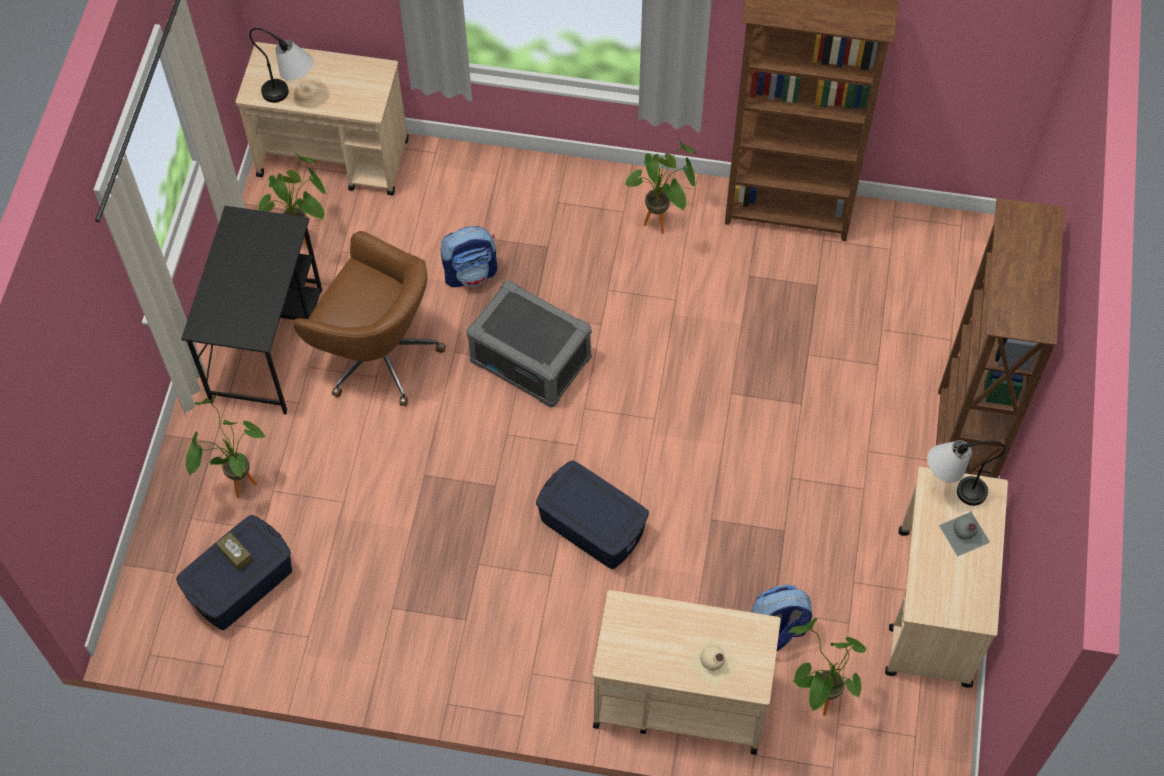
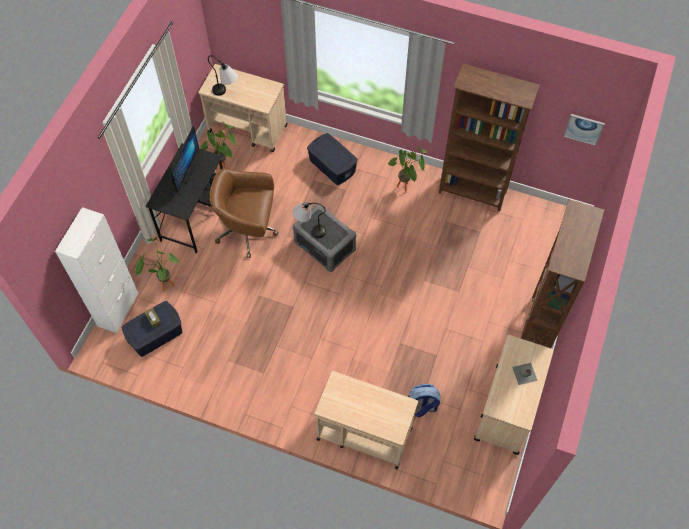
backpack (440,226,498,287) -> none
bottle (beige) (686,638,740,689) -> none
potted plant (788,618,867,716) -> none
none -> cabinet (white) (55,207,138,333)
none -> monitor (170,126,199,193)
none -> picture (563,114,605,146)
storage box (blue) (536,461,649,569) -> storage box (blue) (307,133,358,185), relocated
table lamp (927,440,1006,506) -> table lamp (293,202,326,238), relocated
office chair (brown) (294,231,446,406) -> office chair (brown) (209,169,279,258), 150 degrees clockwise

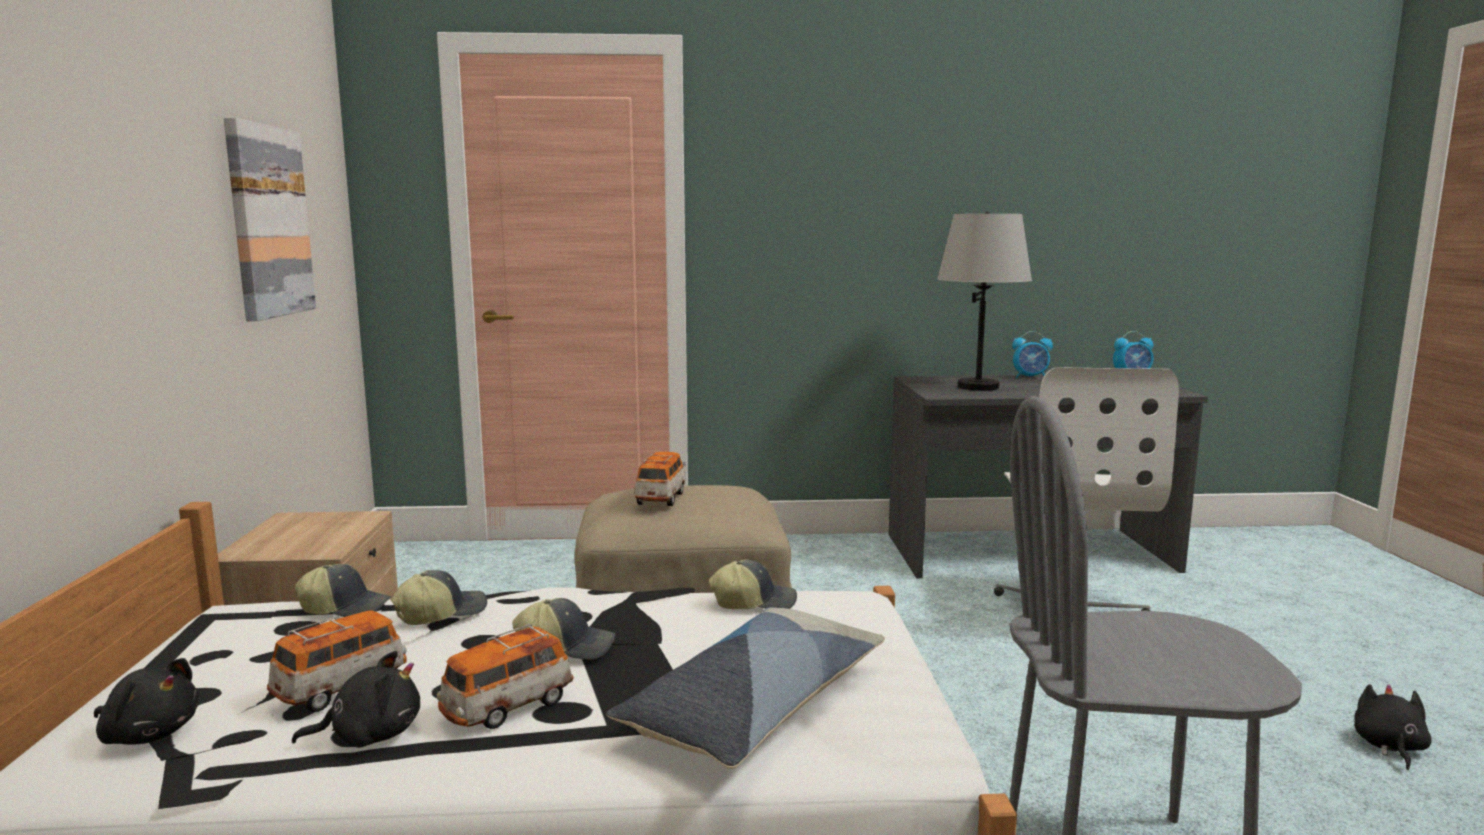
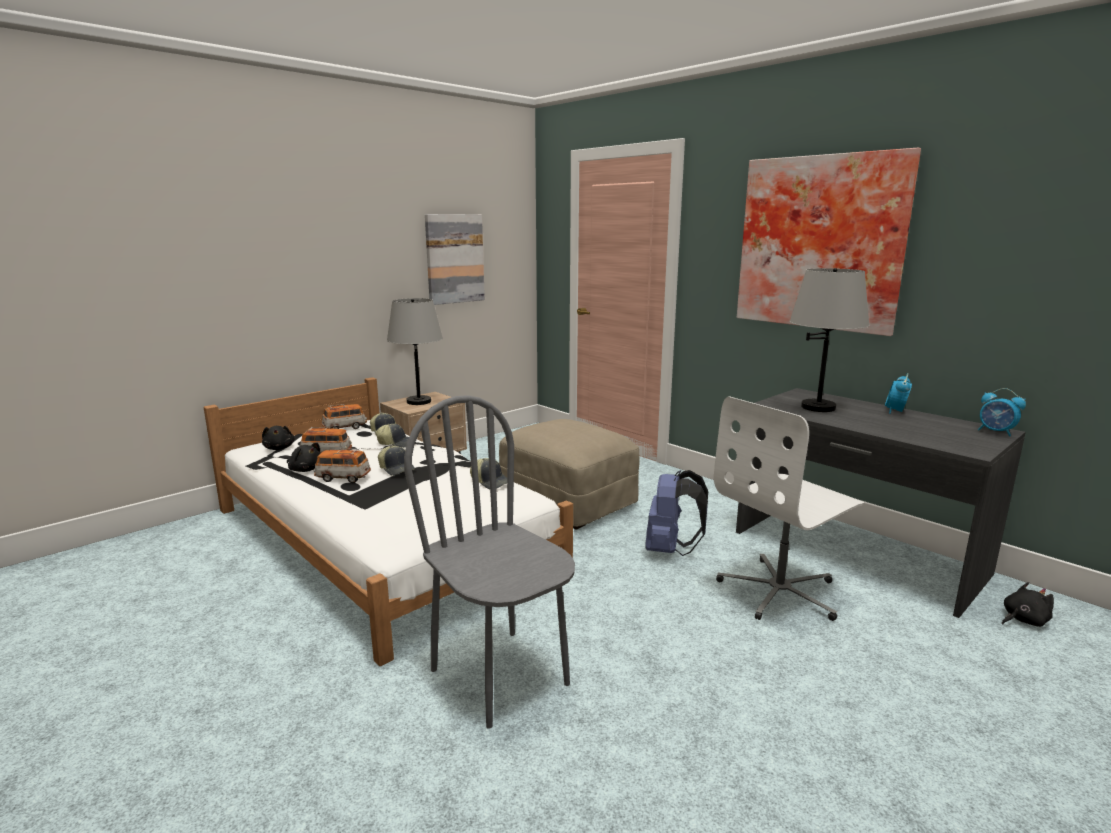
pillow (606,607,885,769) -> none
none -> table lamp (grey) (387,298,443,405)
none -> backpack (blue) (645,470,708,556)
none -> picture (737,148,921,336)
toy car (634,452,686,506) -> toy car (321,404,367,429), relocated
plush toy (black) (1354,684,1432,770) -> plush toy (black) (1002,582,1054,627), relocated
alarm clock (1012,331,1053,378) -> alarm clock (885,373,912,414), 60 degrees clockwise

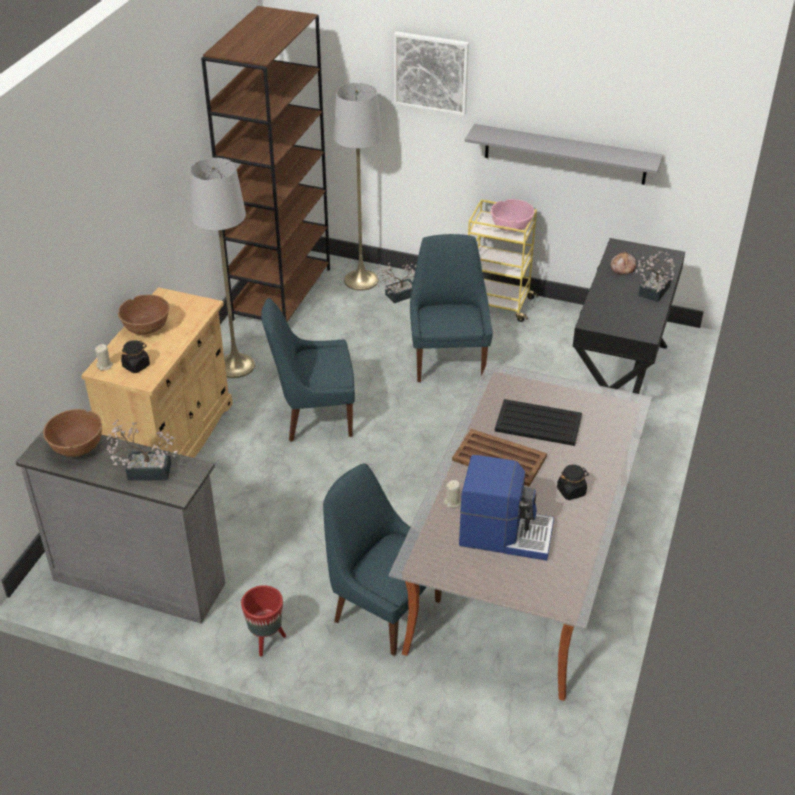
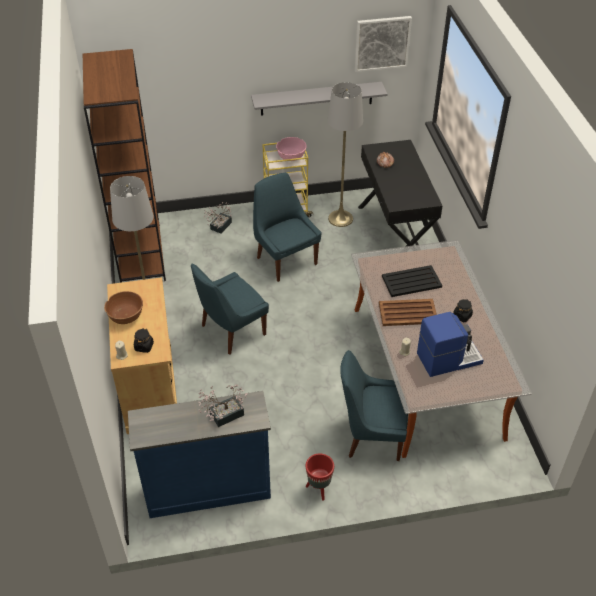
bowl (brown) (43,409,102,457) -> none
potted plant (635,251,675,302) -> none
floor lamp (grey) (333,83,382,291) -> floor lamp (grey) (327,82,363,227), relocated
picture (394,32,469,116) -> picture (355,16,412,72), relocated
dresser (grey) (16,431,225,624) -> dresser (blue) (128,391,271,518)

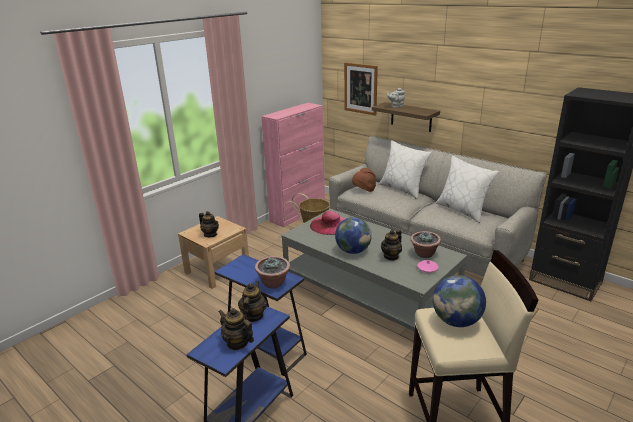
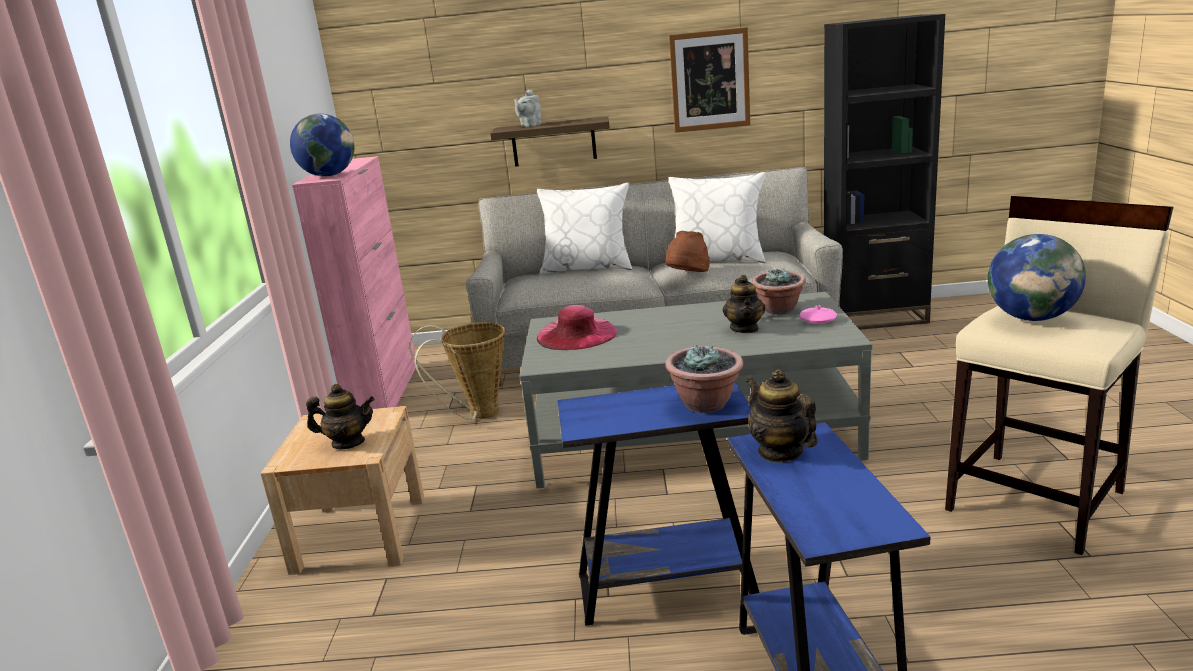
teapot (218,308,254,350) -> none
globe (335,217,372,254) -> globe (290,114,354,176), relocated
picture (344,62,378,116) -> picture (669,27,750,133), relocated
hat (brown) (352,168,376,192) -> hat (brown) (666,231,710,272), relocated

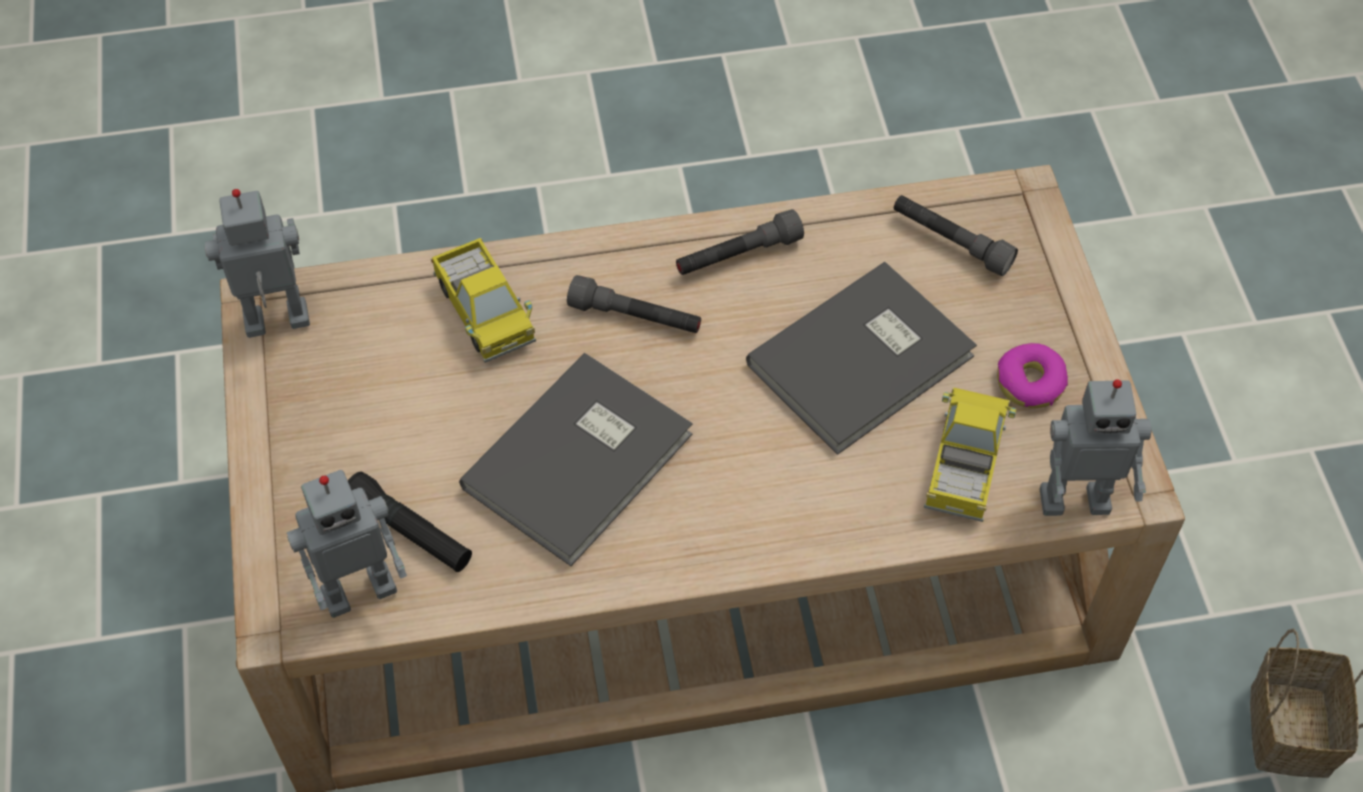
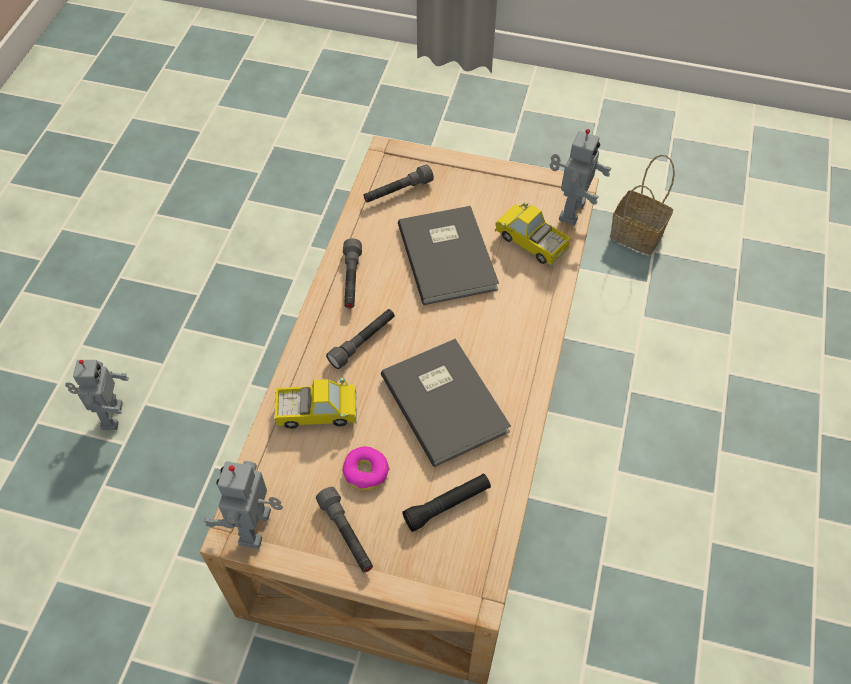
none -> flashlight (grey) (316,487,373,573)
toy robot (287,470,407,618) -> toy robot (65,360,129,430), relocated
donut (997,343,1068,408) -> donut (342,446,389,491), relocated

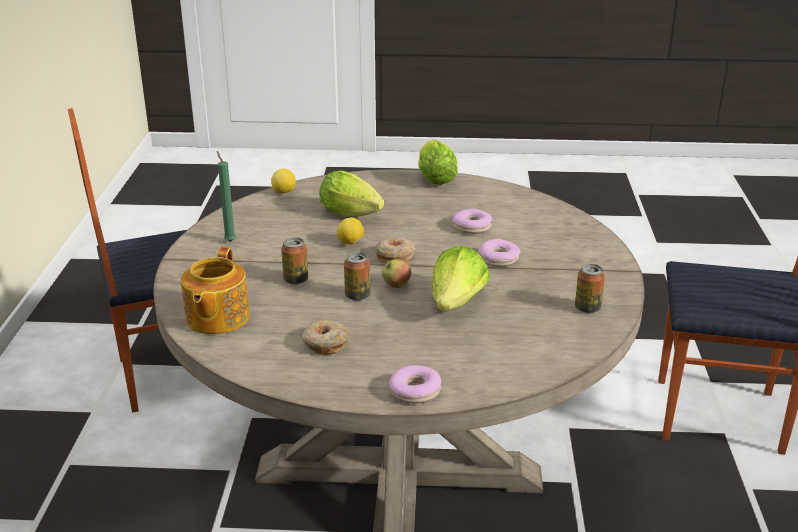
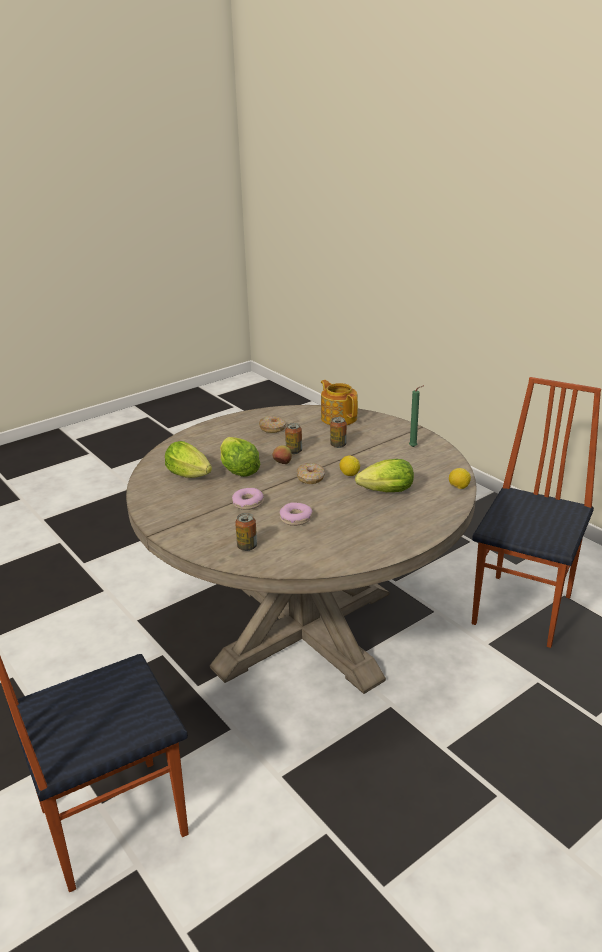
donut (389,365,441,404) -> none
lettuce (418,140,458,185) -> lettuce (165,441,212,478), relocated
can (575,264,605,313) -> can (235,513,257,551), relocated

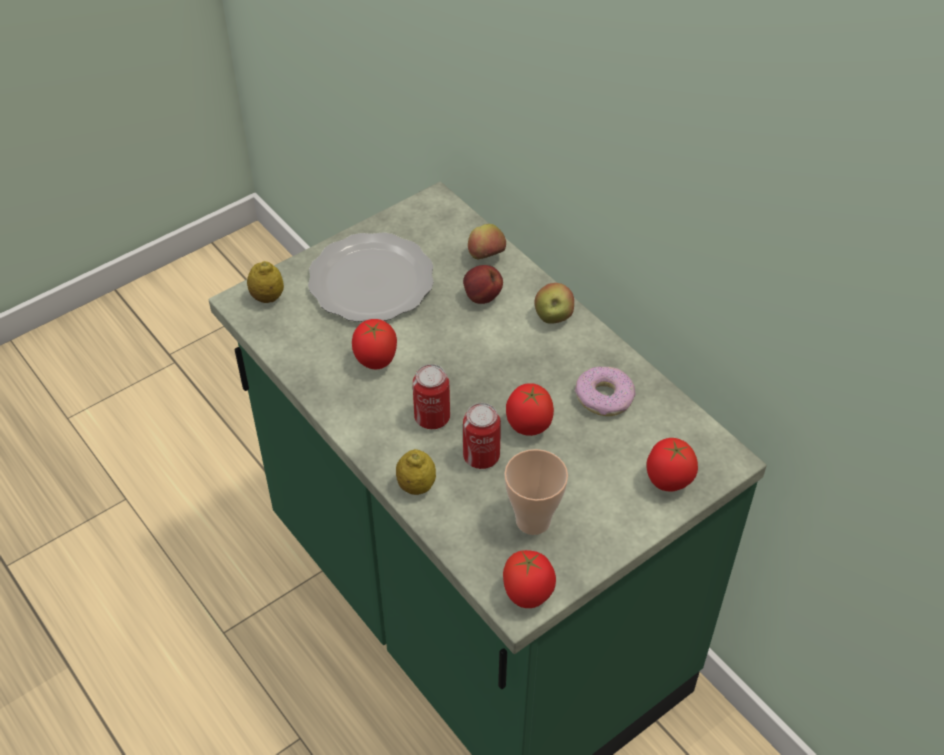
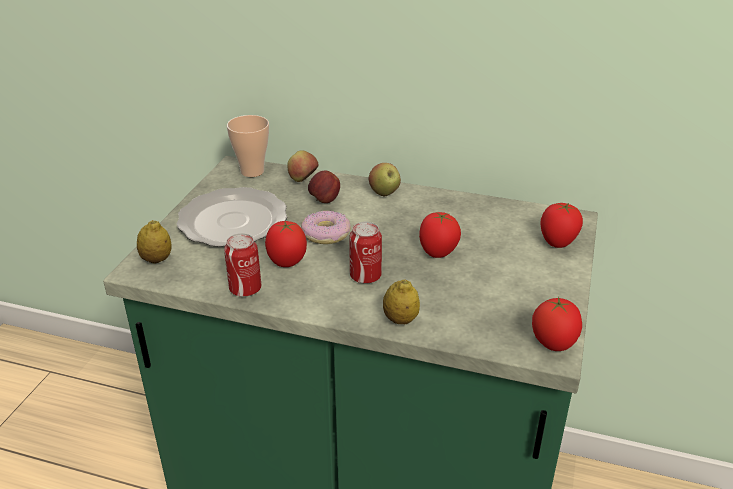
can (463,403,501,469) -> can (224,233,261,297), relocated
cup (504,449,568,535) -> cup (227,115,269,177), relocated
donut (575,367,635,416) -> donut (301,211,351,244), relocated

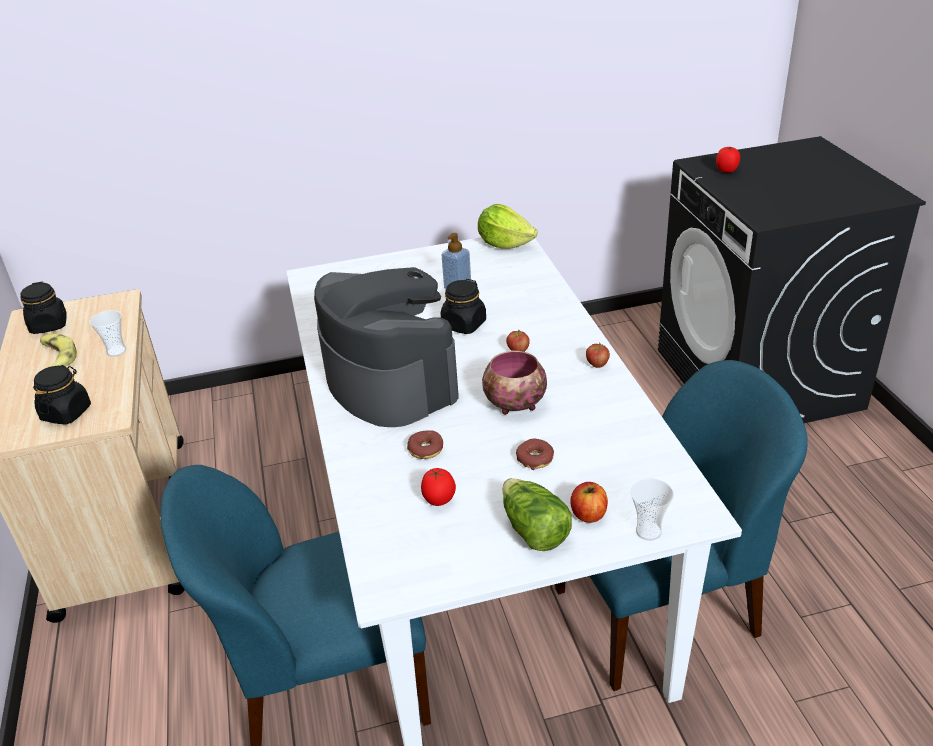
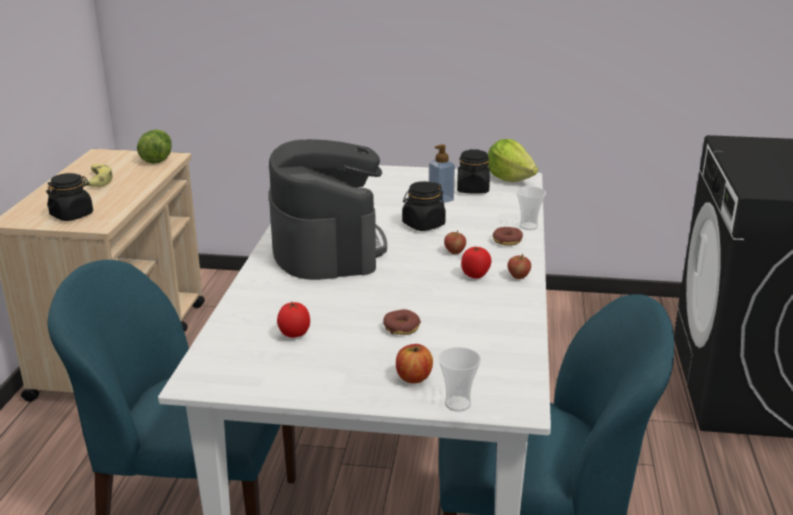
bowl (482,351,547,415) -> none
jar (black) (20,282,66,334) -> jar (black) (457,149,490,194), relocated
cup (90,310,126,356) -> cup (516,186,546,230), relocated
donut (407,430,443,459) -> donut (492,227,523,246), relocated
lettuce (503,478,572,551) -> lettuce (137,130,172,164), relocated
tomato (716,147,740,173) -> tomato (461,247,492,278), relocated

